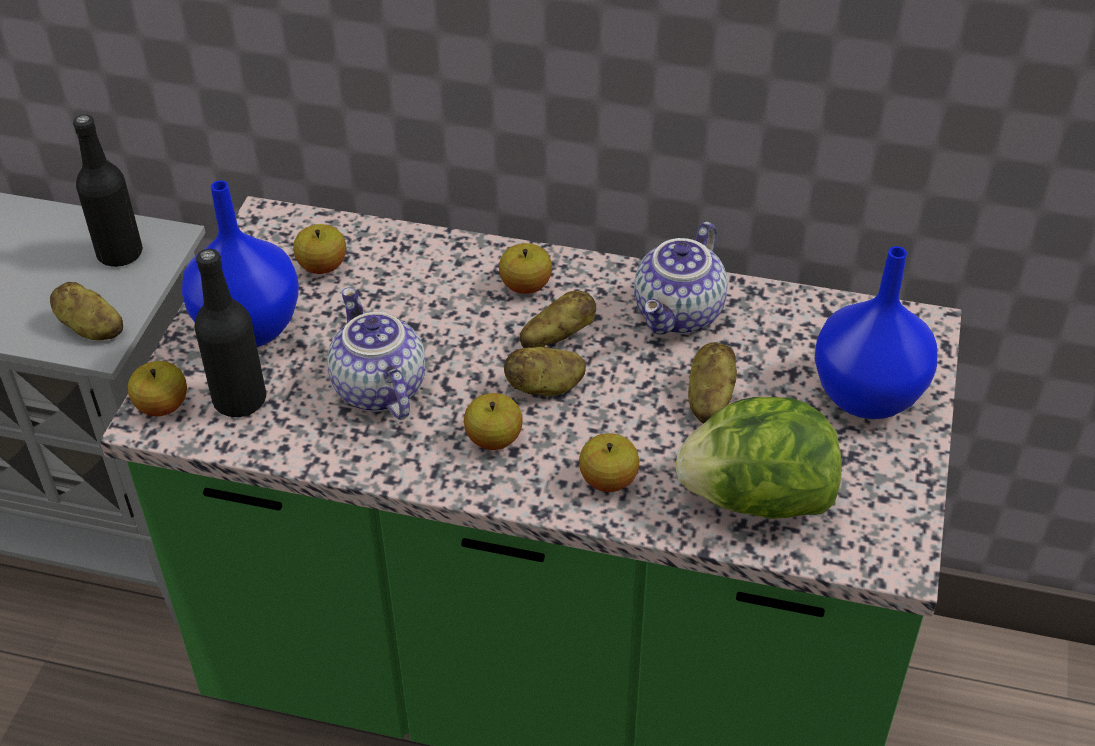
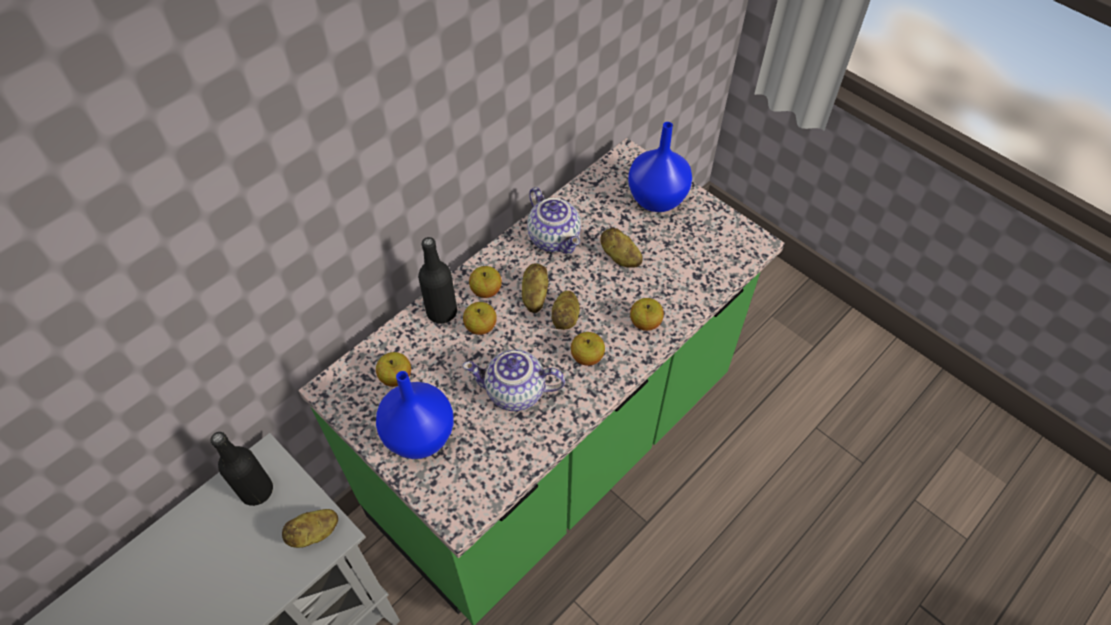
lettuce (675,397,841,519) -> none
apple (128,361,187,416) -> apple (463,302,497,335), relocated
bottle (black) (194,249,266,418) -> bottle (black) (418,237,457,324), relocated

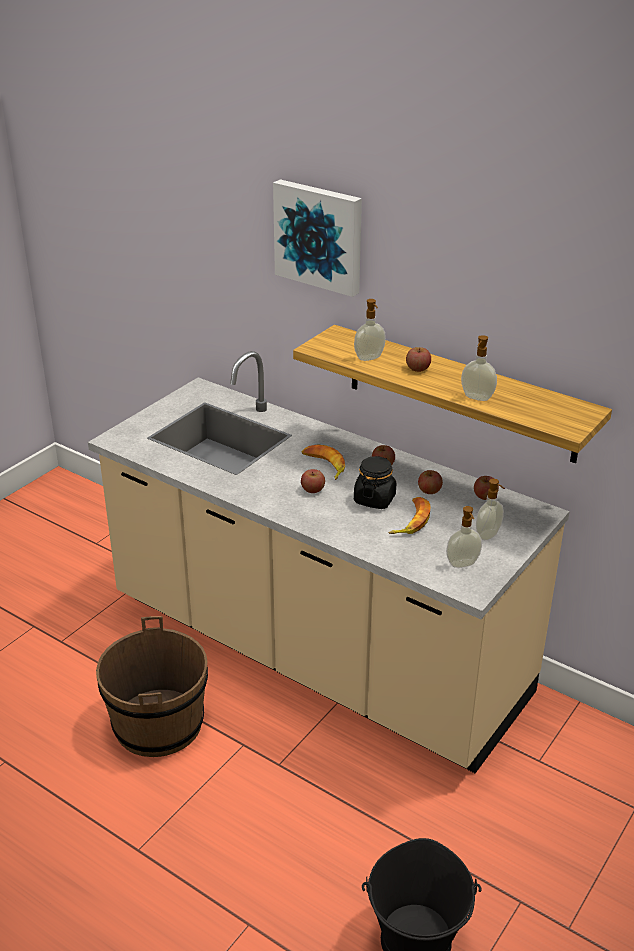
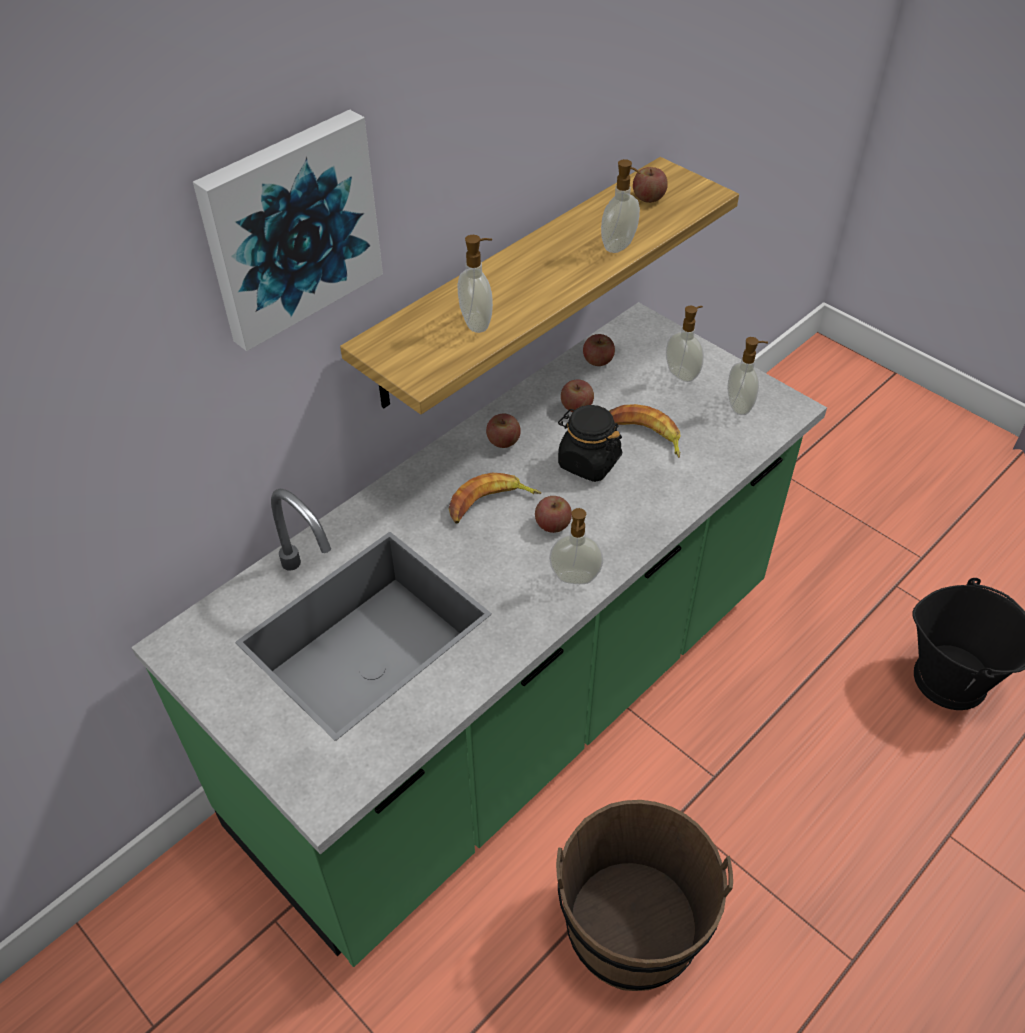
none -> soap dispenser (549,508,603,584)
apple (406,347,431,372) -> apple (633,167,668,203), relocated
counter (beige) (88,351,570,773) -> counter (green) (131,302,827,967)

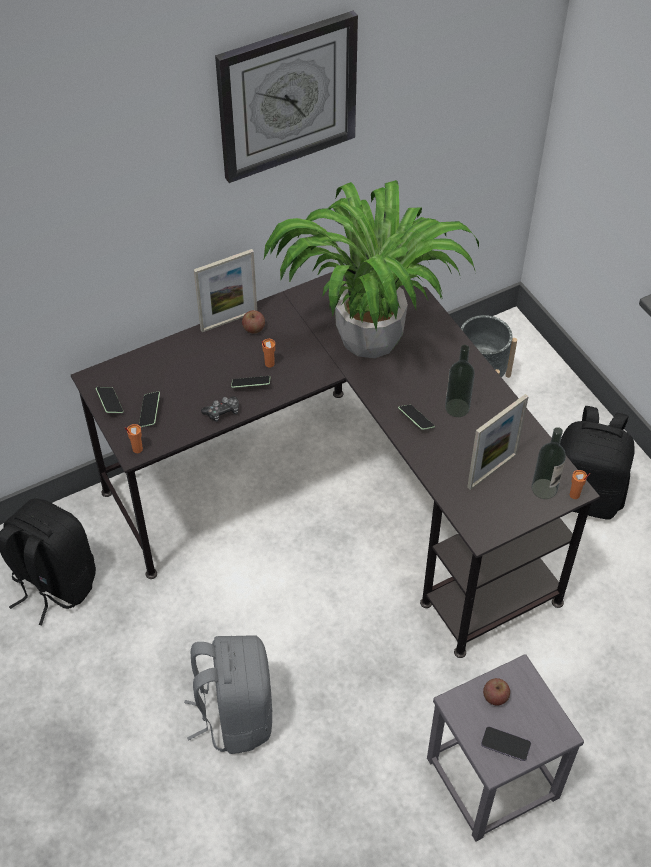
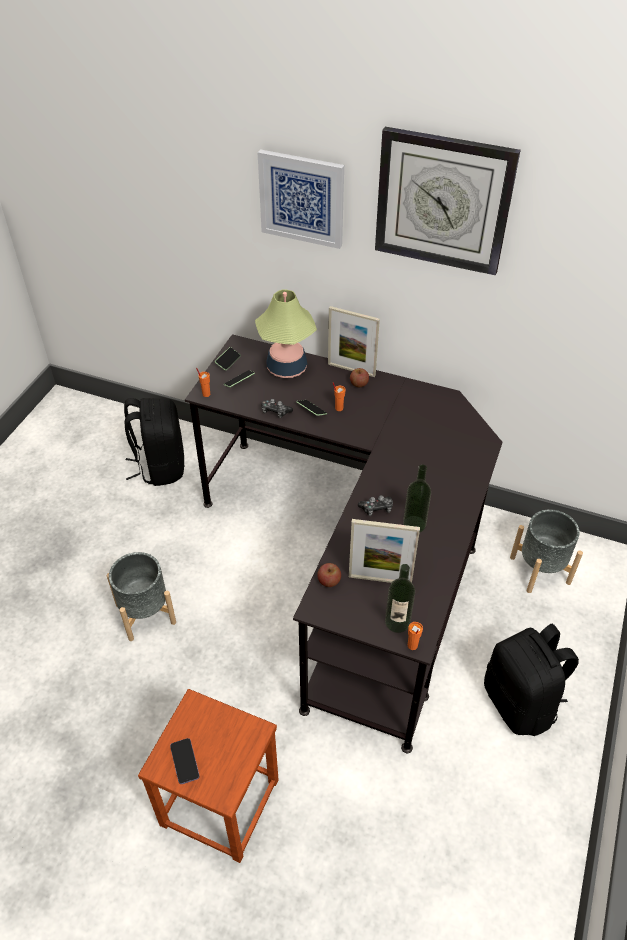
potted plant (264,180,479,359) -> none
none -> table lamp (255,289,317,378)
none -> picture (257,149,344,249)
apple (483,678,510,706) -> apple (317,563,341,587), relocated
backpack (grey) (184,635,272,754) -> planter (grey) (107,552,176,641)
phone (398,404,435,430) -> game controller (358,495,393,516)
stool (grey) (427,654,584,842) -> stool (brown) (138,689,279,863)

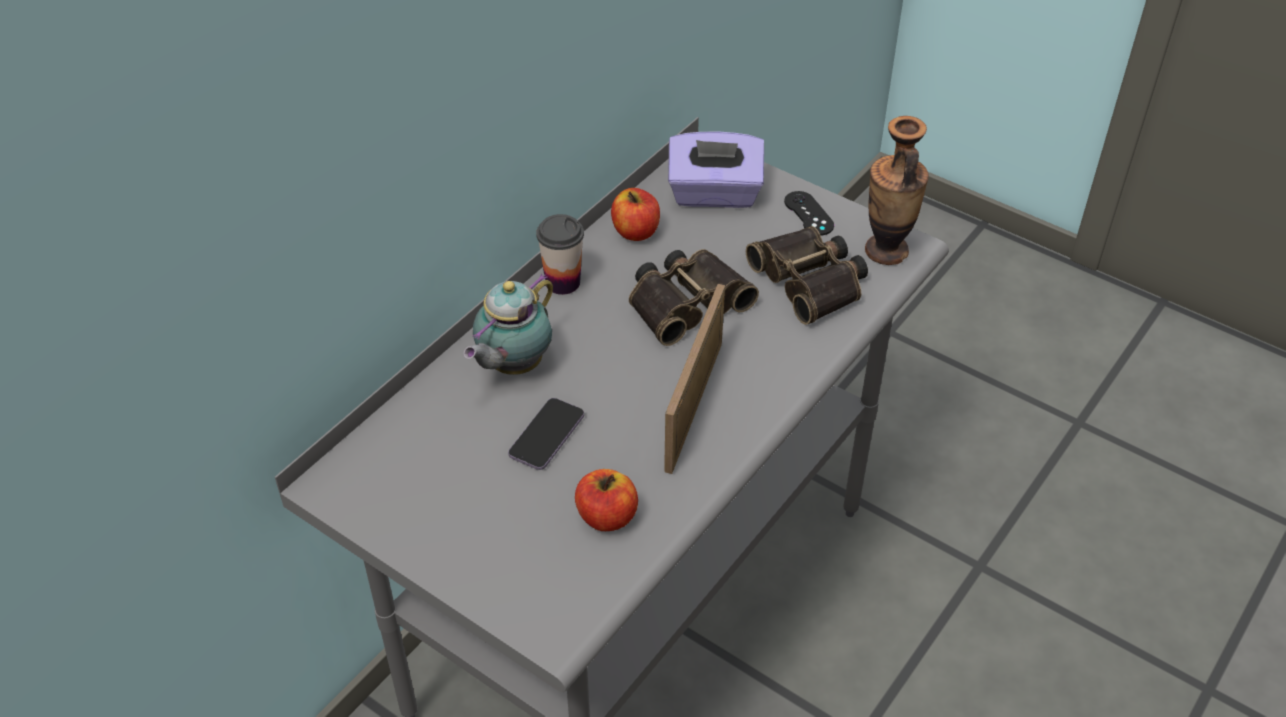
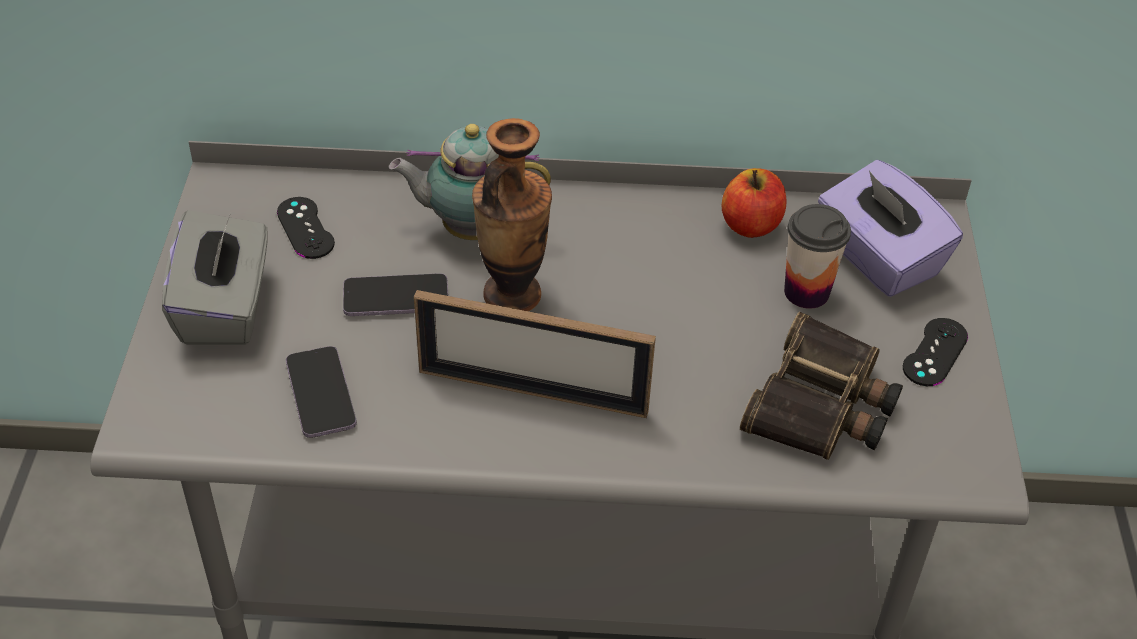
binoculars (629,249,759,346) -> none
none -> tissue box (grey) (162,210,267,345)
none -> game controller (black) (277,197,335,259)
cup (536,214,584,295) -> cup (784,204,851,309), relocated
vase (865,116,929,265) -> vase (472,118,552,311), relocated
apple (575,469,638,531) -> phone (286,346,357,438)
picture frame (664,284,725,474) -> picture frame (414,290,656,418), 150 degrees counterclockwise

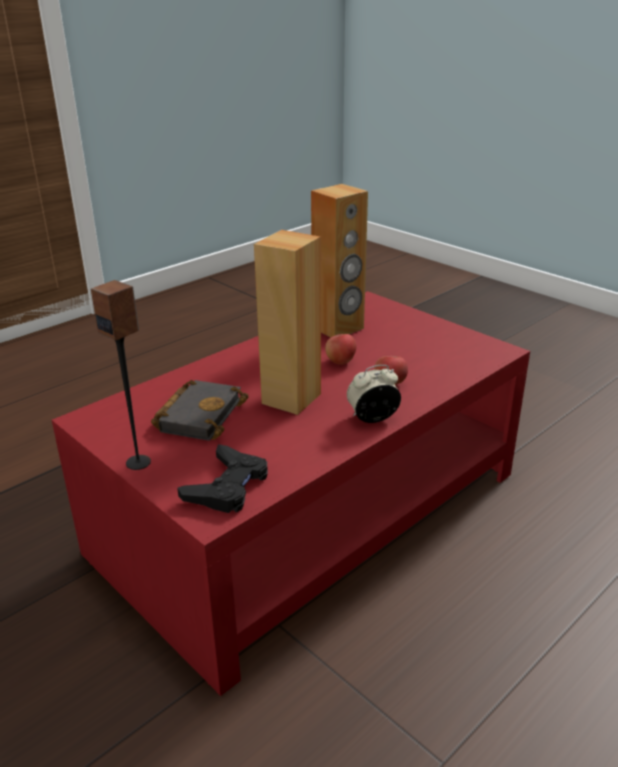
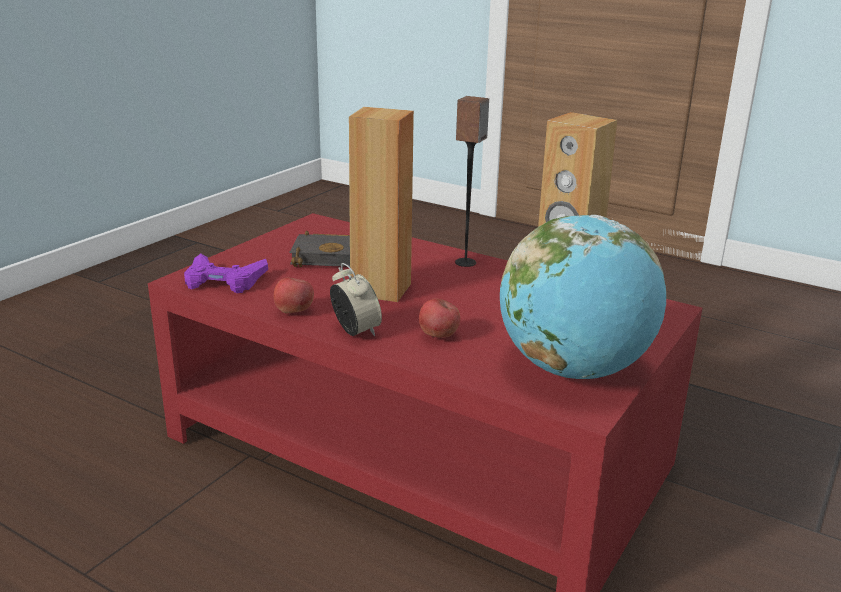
none -> globe (500,215,666,379)
speaker (91,280,151,470) -> speaker (455,96,489,267), relocated
apple (325,334,357,365) -> apple (274,277,314,313), relocated
game controller (black) (177,444,268,513) -> game controller (purple) (184,254,268,293)

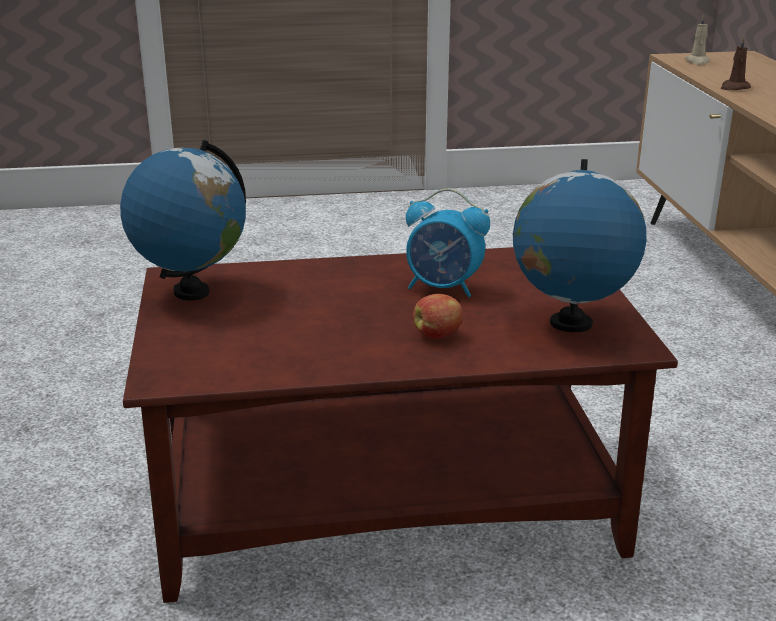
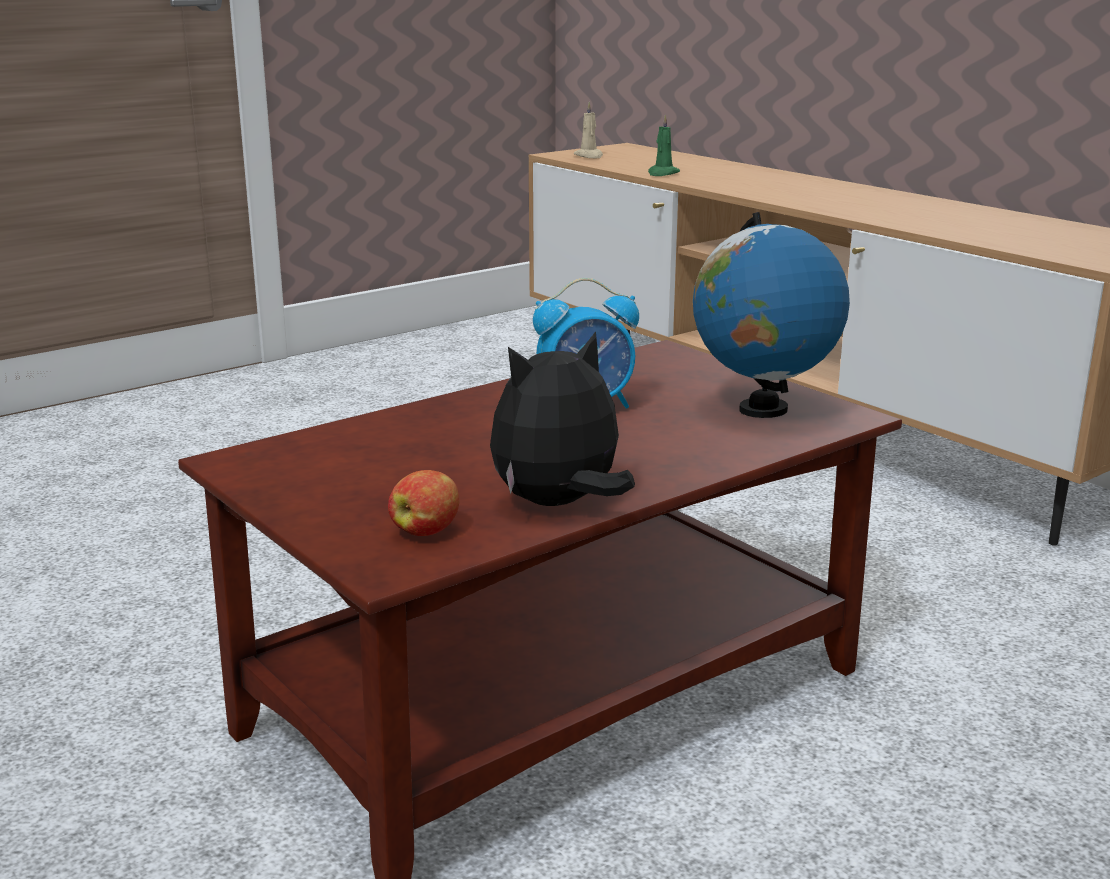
globe (120,140,246,301) -> none
none -> plush toy (490,331,635,506)
apple (413,294,463,338) -> apple (388,470,460,536), relocated
candle (brown) (721,36,751,90) -> candle (green) (648,115,680,176)

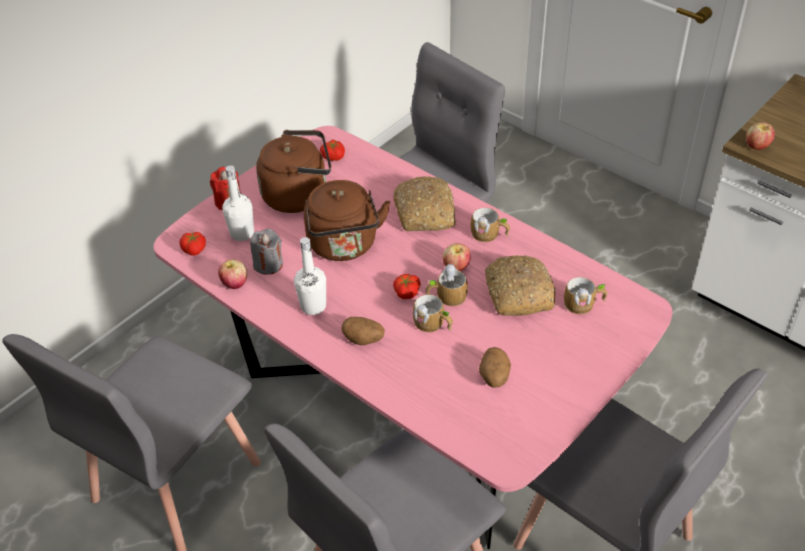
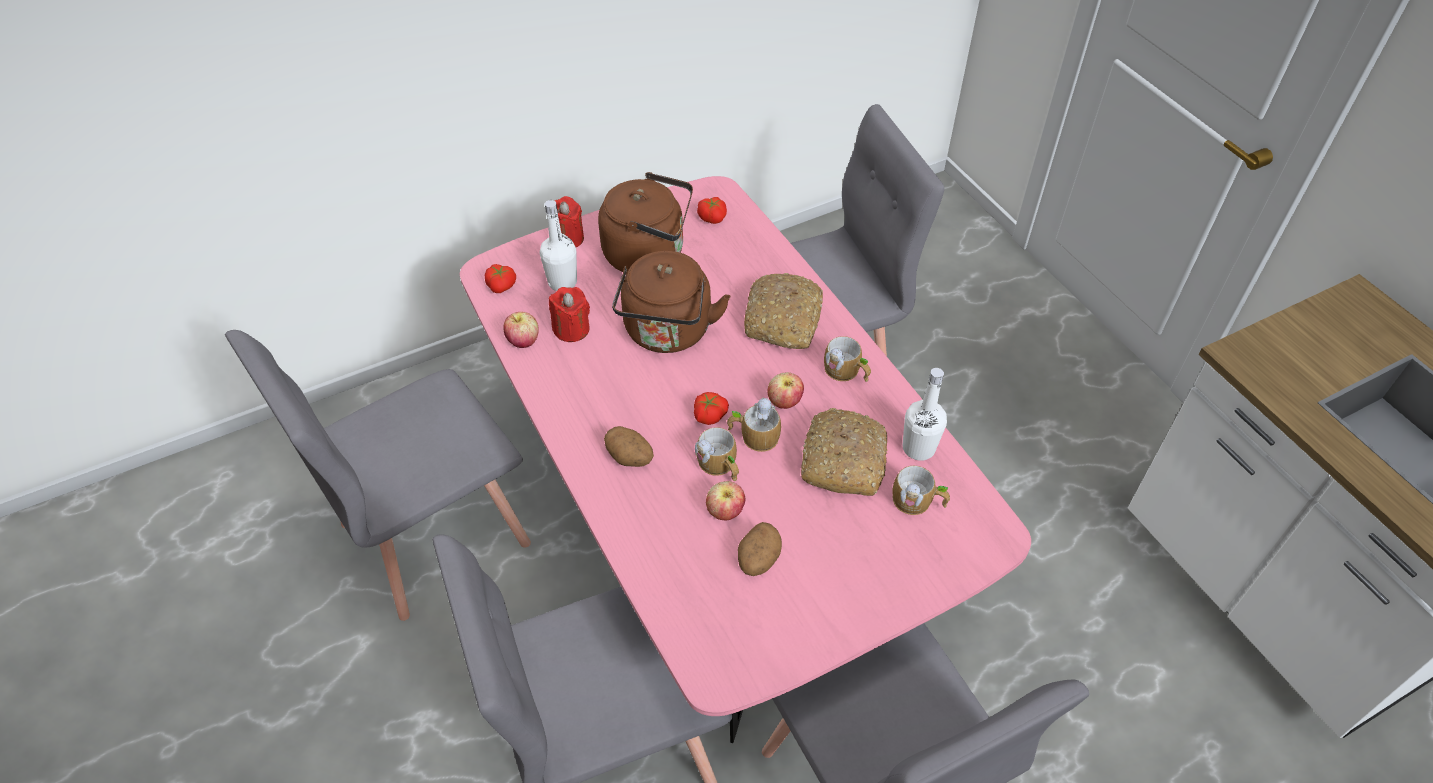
bottle (white) (294,237,326,315) -> bottle (white) (903,368,947,461), relocated
apple (746,122,775,150) -> apple (706,481,745,520), relocated
candle (grey) (250,228,283,275) -> candle (red) (549,287,590,342)

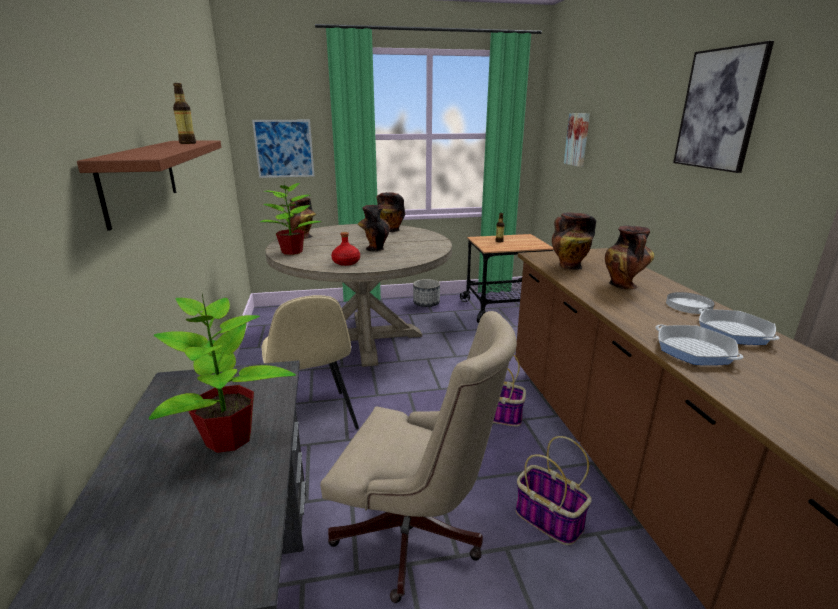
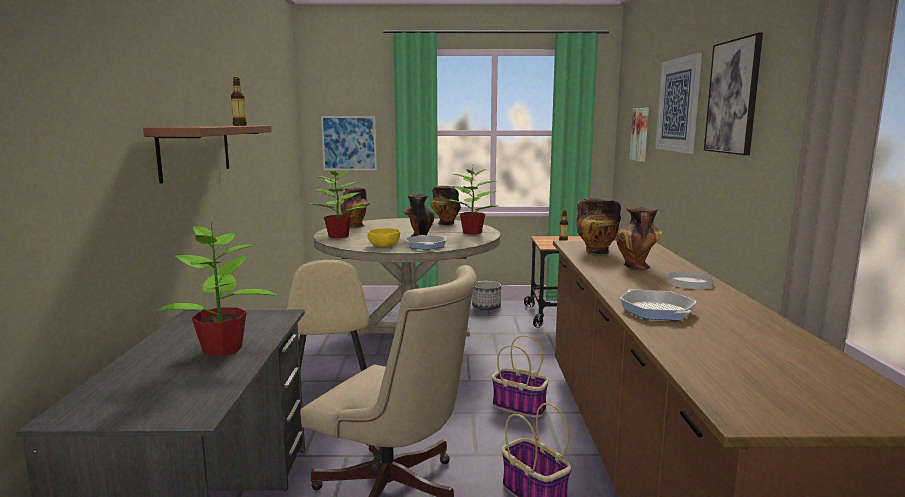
none -> potted plant (444,166,498,235)
none -> picture (655,53,702,153)
frying pan (699,308,779,345) -> frying pan (405,235,446,250), relocated
bottle (red) (331,232,360,266) -> bowl (yellow) (368,228,400,247)

